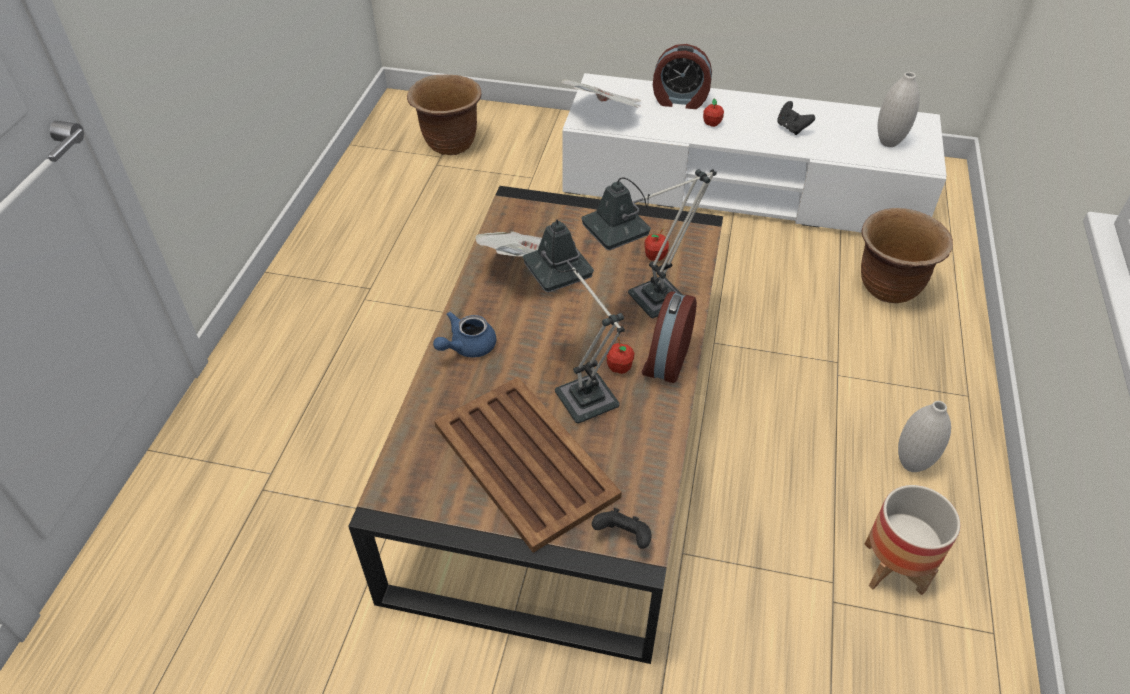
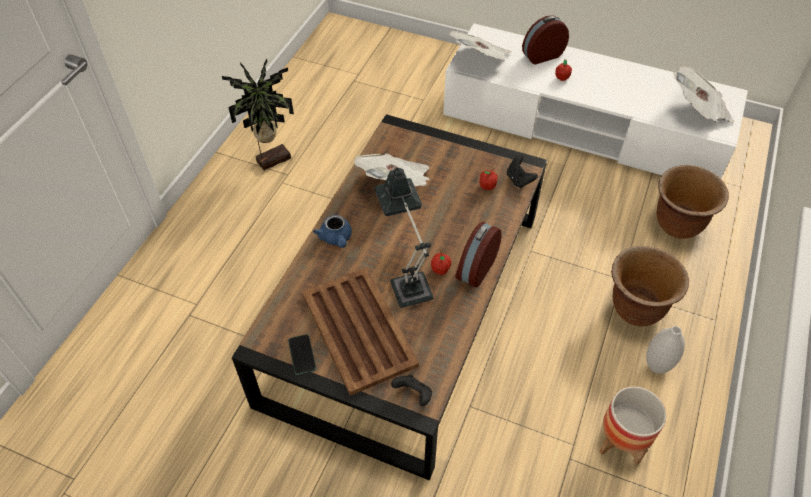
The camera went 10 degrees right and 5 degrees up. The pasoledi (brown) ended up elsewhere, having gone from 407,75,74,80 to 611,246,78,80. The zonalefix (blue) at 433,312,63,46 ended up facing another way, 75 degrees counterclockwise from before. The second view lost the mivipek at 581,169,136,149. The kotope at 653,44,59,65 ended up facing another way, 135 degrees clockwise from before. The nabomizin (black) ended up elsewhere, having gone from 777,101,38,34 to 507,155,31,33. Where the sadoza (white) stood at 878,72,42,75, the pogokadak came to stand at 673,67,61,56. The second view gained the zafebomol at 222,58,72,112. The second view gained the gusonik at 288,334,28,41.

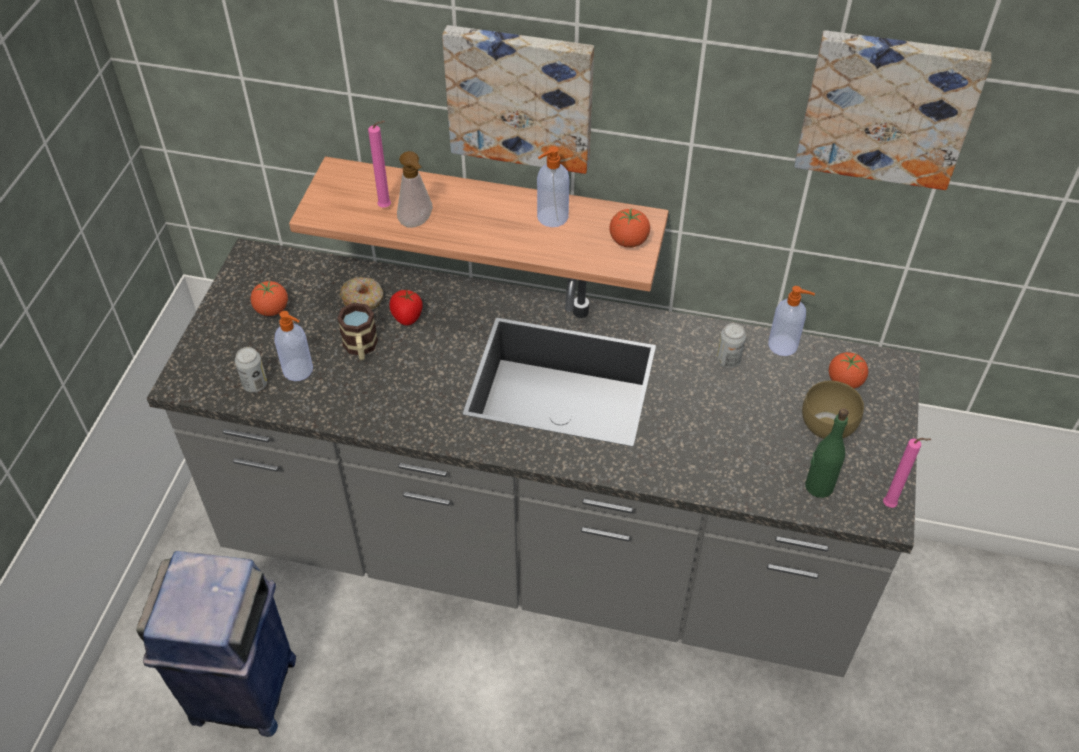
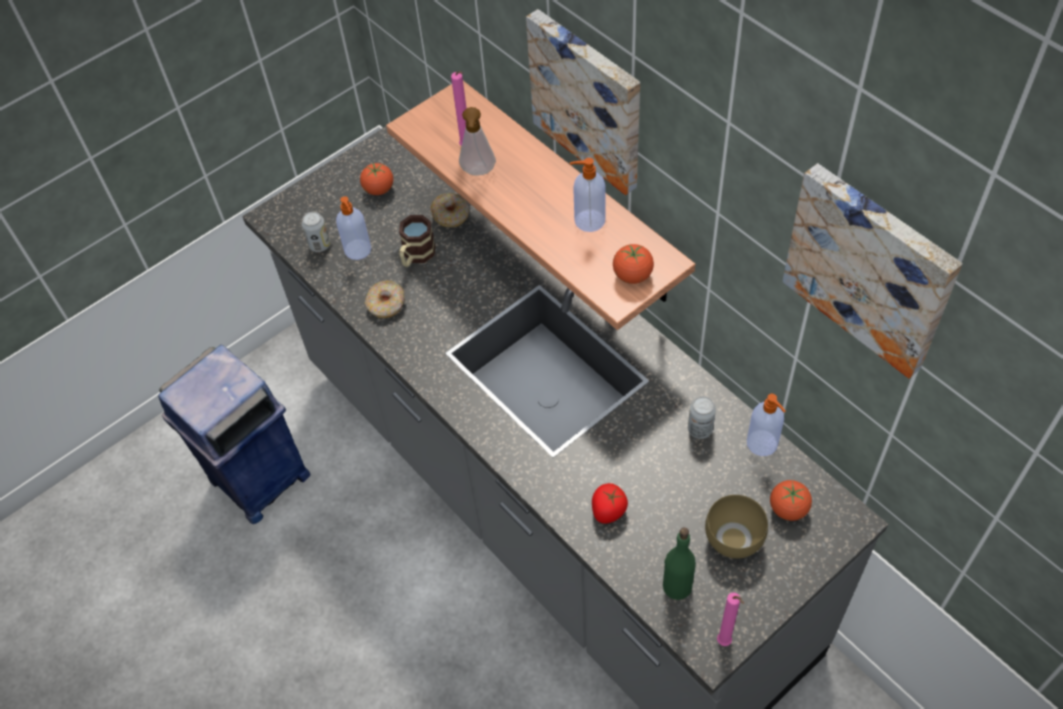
The camera went 40 degrees right and 5 degrees up. The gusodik ended up elsewhere, having gone from 389,289,34,37 to 592,483,36,41. The second view gained the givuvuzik at 365,280,40,38.

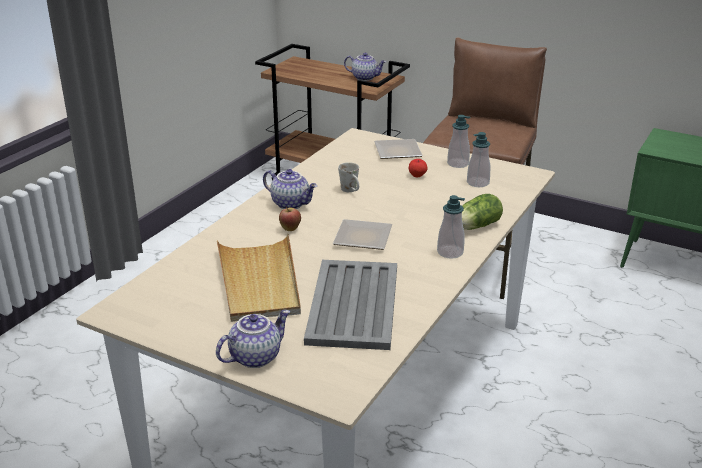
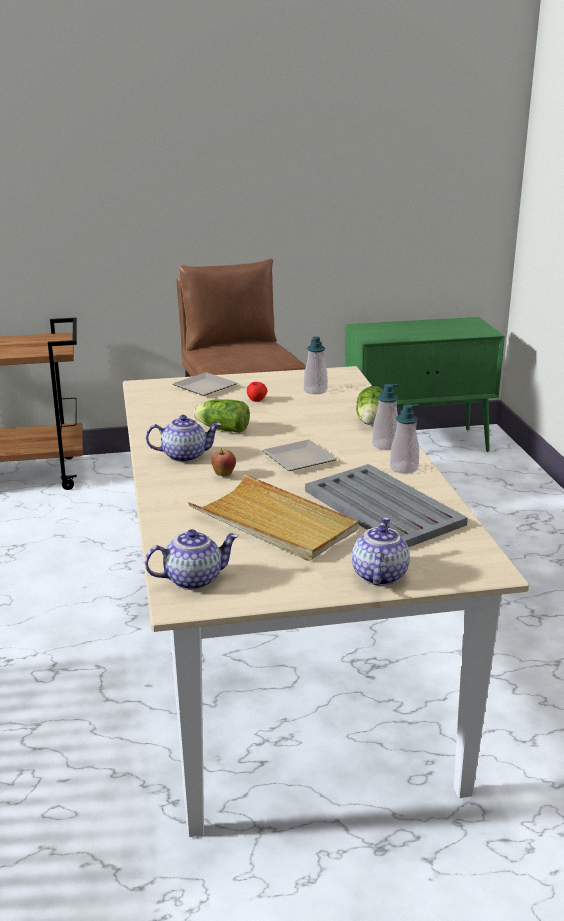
The camera went 40 degrees left and 5 degrees down. Where the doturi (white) stood at 338,162,21,30, the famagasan came to stand at 193,399,57,34. The zonalefix ended up elsewhere, having gone from 344,53,42,28 to 145,529,94,61. The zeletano ended up elsewhere, having gone from 447,115,23,53 to 390,404,29,70.

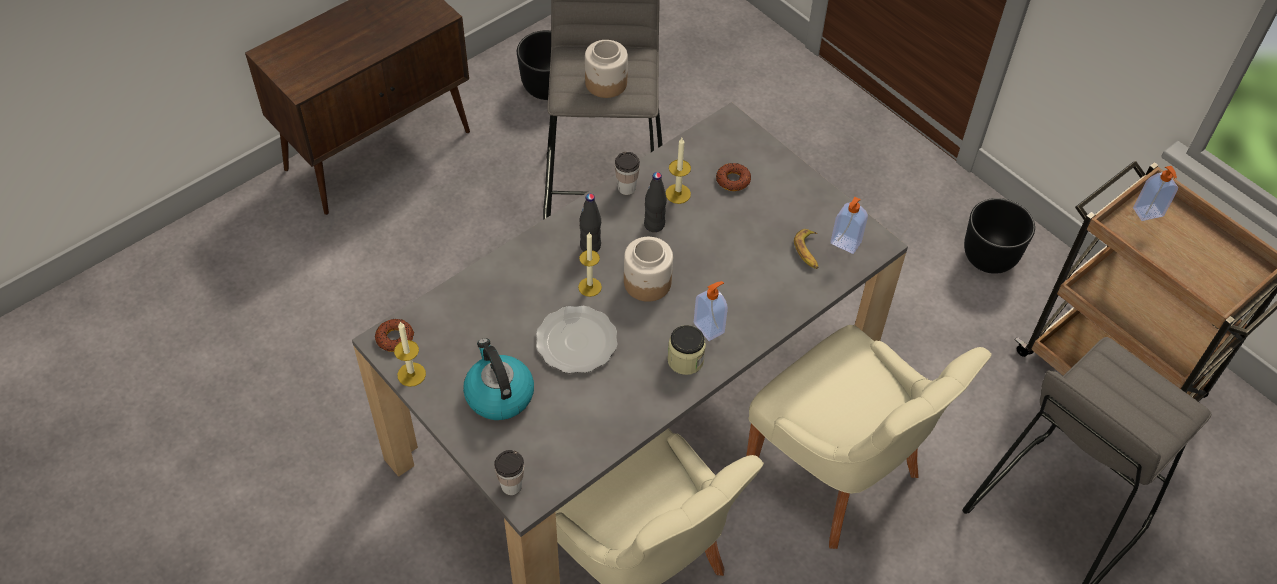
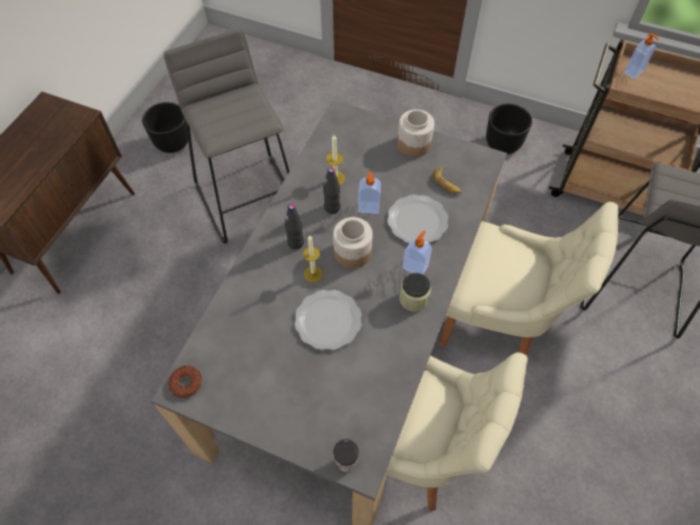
The camera went 25 degrees left and 5 degrees up. The second view lost the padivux at 394,321,32,66. The second view lost the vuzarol at 463,338,71,82. The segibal ended up elsewhere, having gone from 585,40,43,58 to 397,109,37,48. The second view lost the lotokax at 615,152,25,43. The second view lost the givuvuzik at 716,163,35,28. The zeletano ended up elsewhere, having gone from 831,197,37,57 to 358,172,23,42. The second view gained the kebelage at 387,195,61,48.

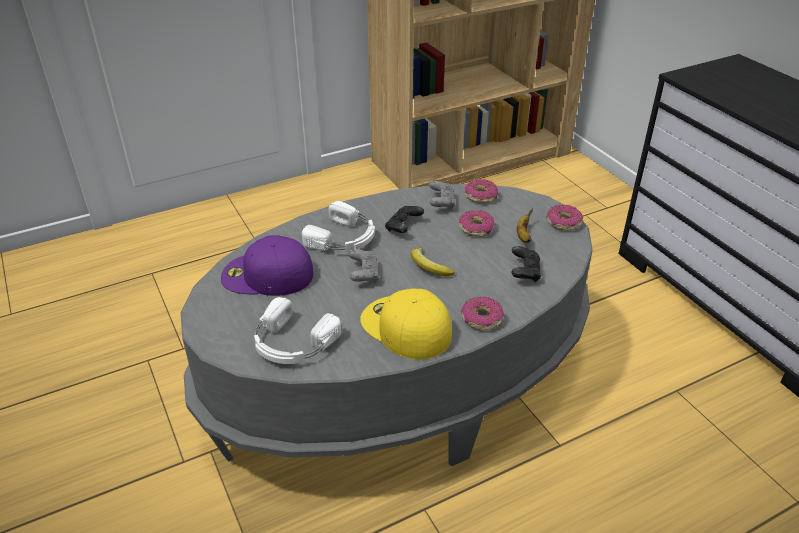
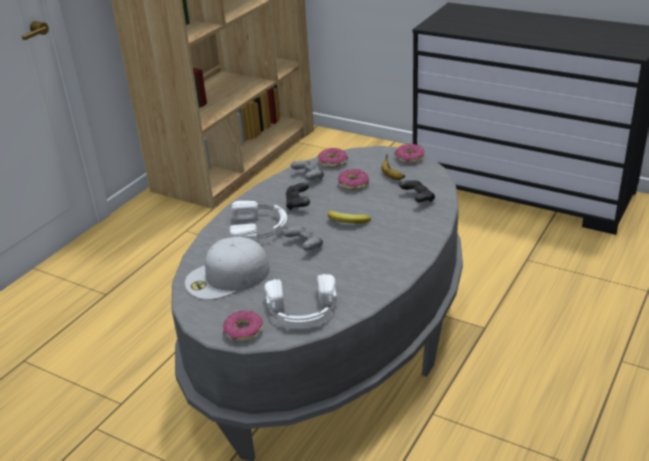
The camera went 30 degrees left and 5 degrees down. What was the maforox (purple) at 221,235,92,61 turned into the maforox (white) at 185,237,85,63. The second view lost the maforox (yellow) at 360,289,92,71. The givuvuzik ended up elsewhere, having gone from 461,297,43,33 to 223,311,40,31.

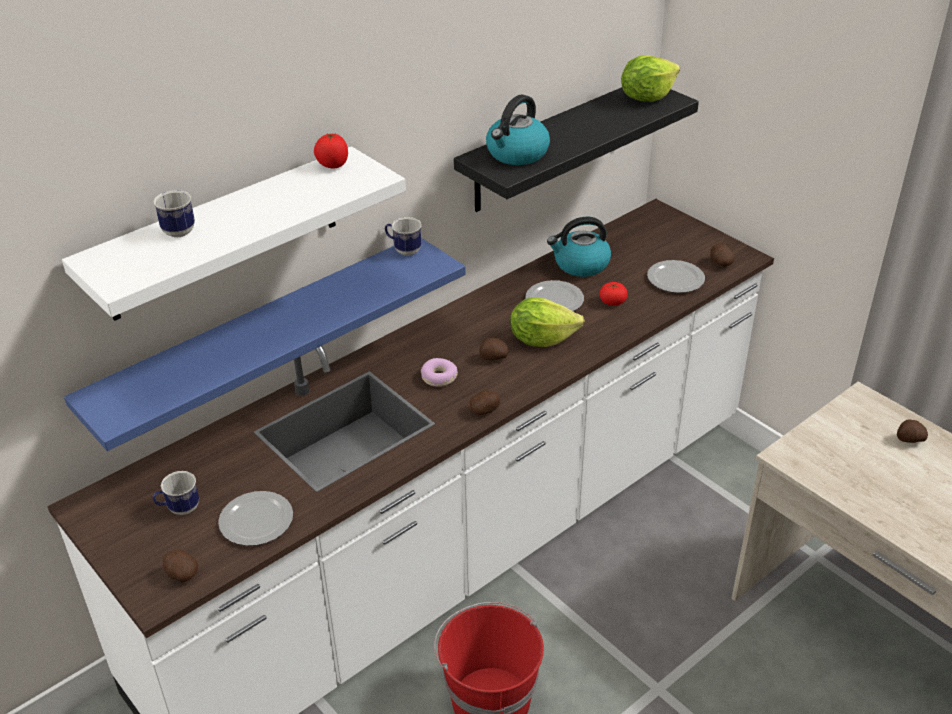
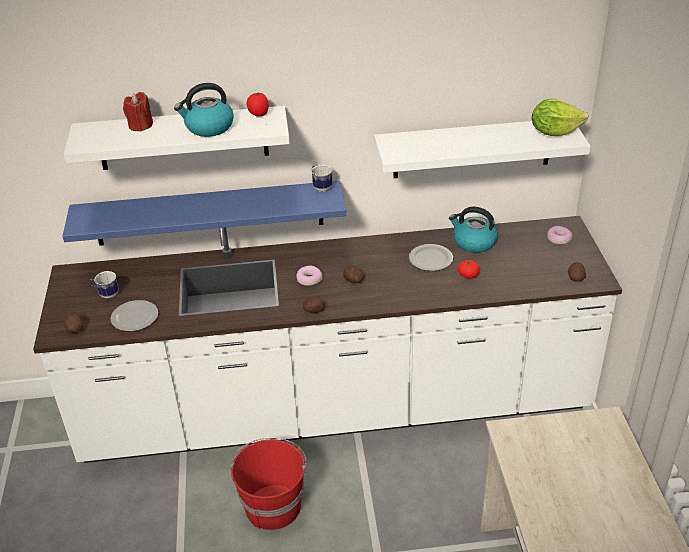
The camera went 35 degrees right and 0 degrees up. Where the doturi stood at 153,190,42,47, the padivux (red) came to stand at 123,92,30,40. What was the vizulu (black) at 454,87,245,125 turned into the vizulu (white) at 374,121,217,57. The vuzarol ended up elsewhere, having gone from 486,94,64,71 to 174,83,60,54. The second view lost the famagasan at 510,297,75,50. The second view lost the kebelage at 647,260,58,33. The second view lost the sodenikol at 897,419,31,24. The second view gained the givuvuzik at 547,226,26,19.

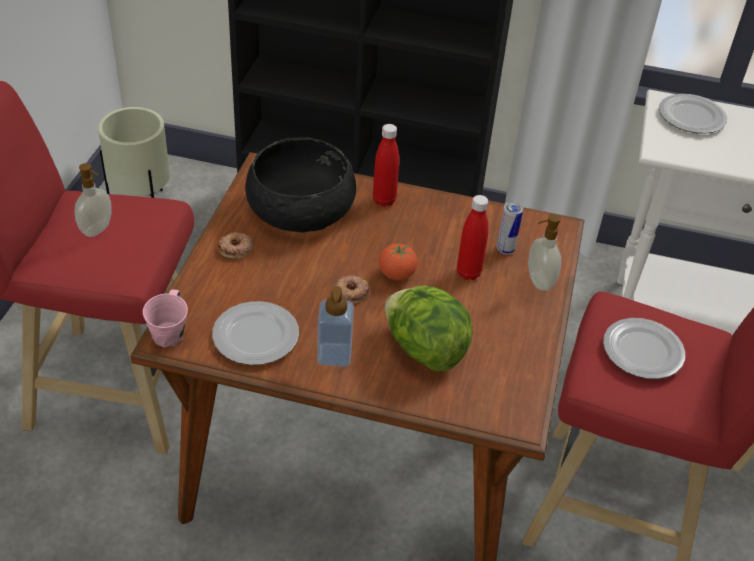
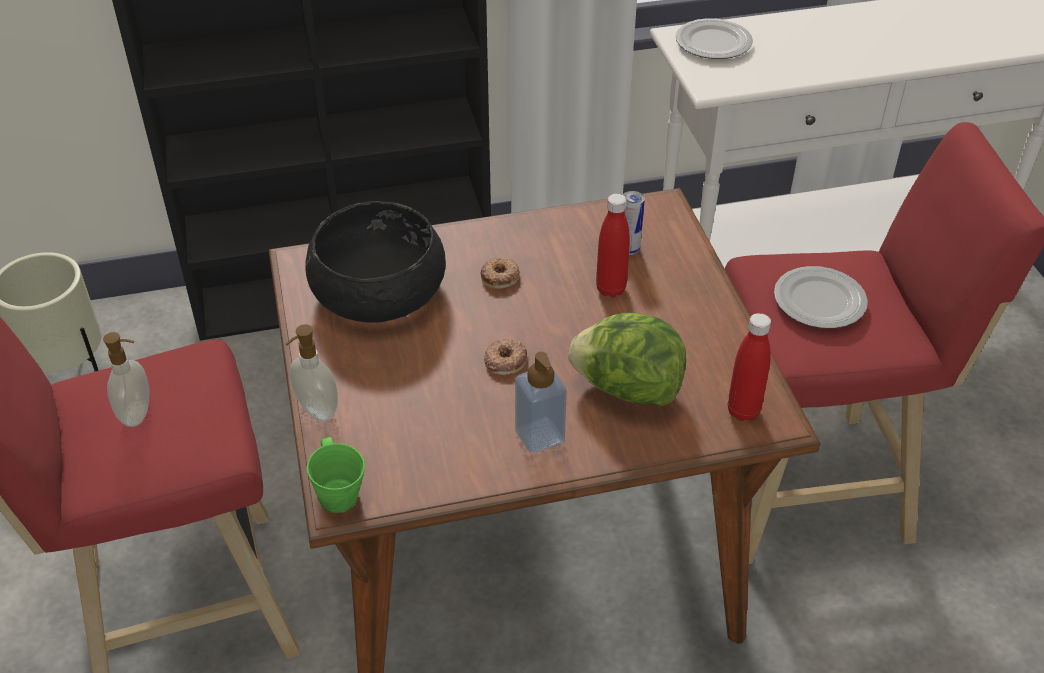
The camera went 25 degrees left and 0 degrees up. What was the doturi (pink) at 143,290,45,57 turned into the doturi (green) at 307,437,58,76. The second view lost the kebelage at 212,301,87,64. The givuvuzik ended up elsewhere, having gone from 218,232,35,26 to 481,257,39,32. The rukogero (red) ended up elsewhere, having gone from 373,124,26,83 to 728,313,43,108. The second view lost the gusodik at 379,242,39,38. The zeletano ended up elsewhere, having gone from 528,214,33,77 to 286,324,52,97.

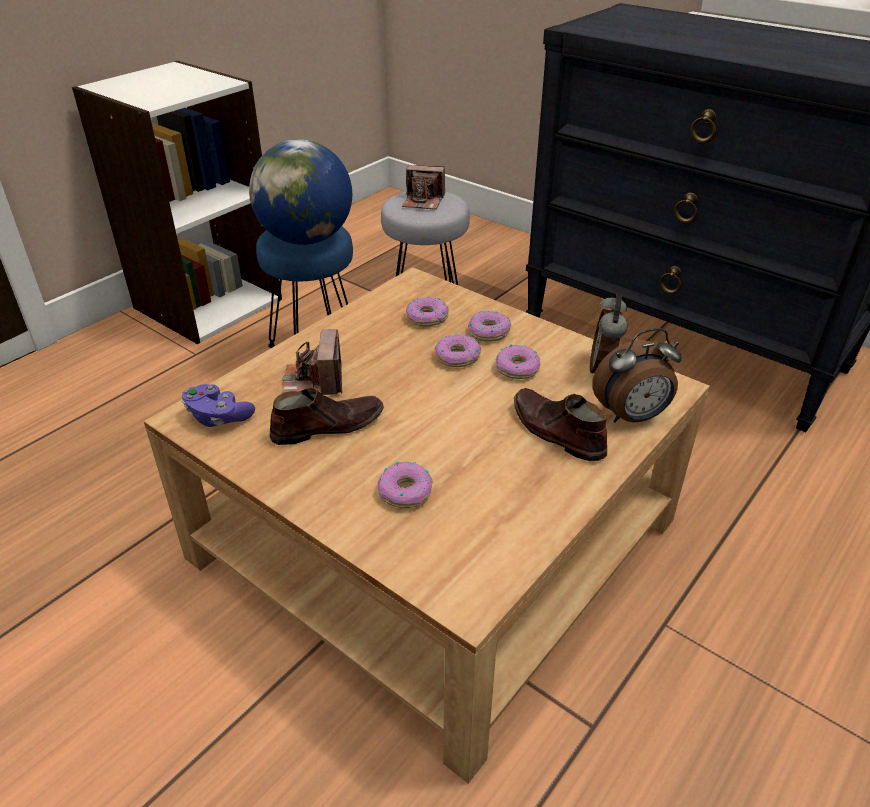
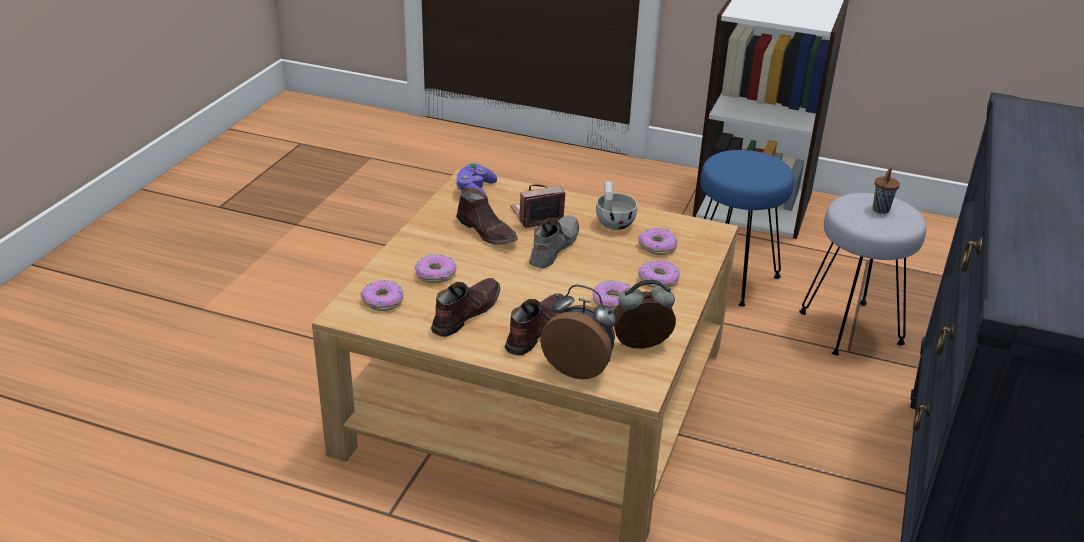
The camera went 70 degrees right and 5 degrees down. The second view lost the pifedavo at 249,139,103,106. Where the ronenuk stood at 402,165,43,45, the lotokax (brown) came to stand at 873,167,27,47. The givuvuzik ended up elsewhere, having gone from 435,334,46,33 to 360,280,44,31. The kotope at 592,328,90,95 ended up facing another way, 150 degrees clockwise from before. The second view gained the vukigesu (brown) at 431,278,69,59. The second view gained the vukigesu (grey) at 529,215,50,53. The second view gained the lotokax (white) at 596,181,41,49.

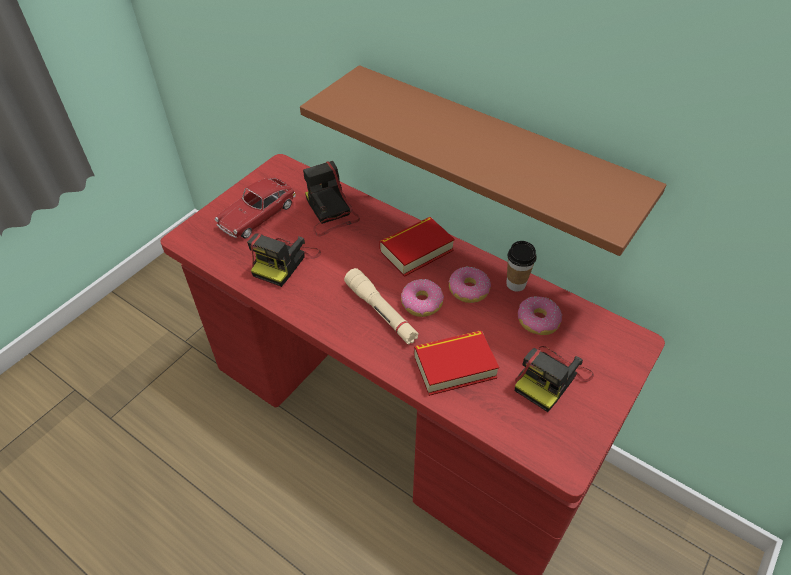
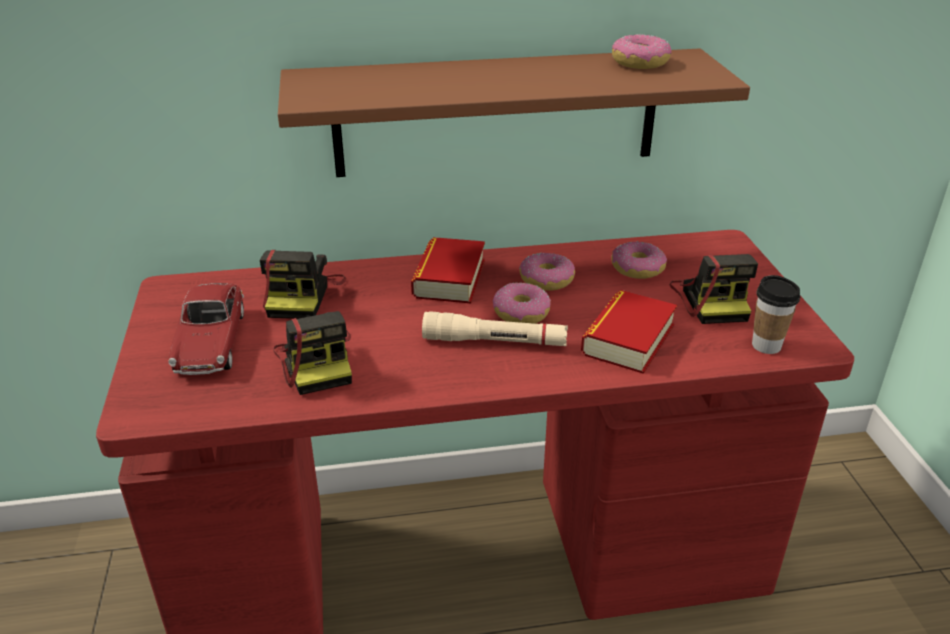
The camera went 45 degrees left and 15 degrees down. The ronenuk at 303,161,57,75 ended up facing another way, 105 degrees counterclockwise from before. The lotokax ended up elsewhere, having gone from 506,241,30,51 to 752,275,48,79. The second view gained the givuvuzik at 612,34,60,35.

